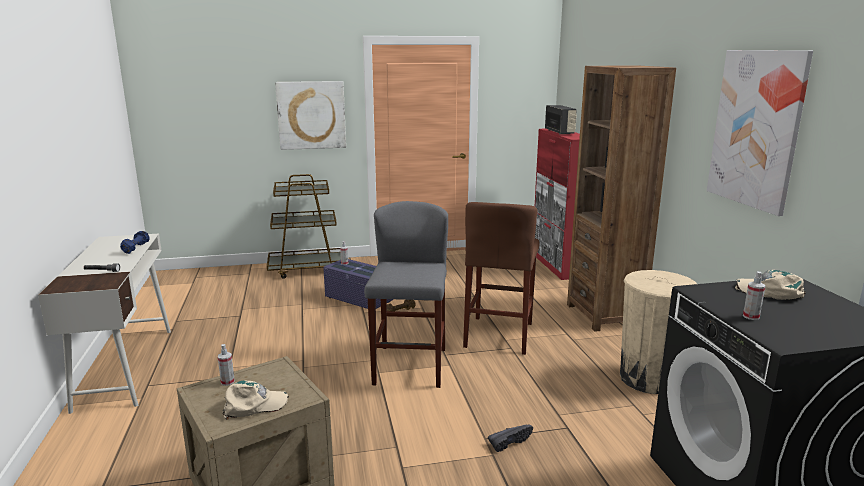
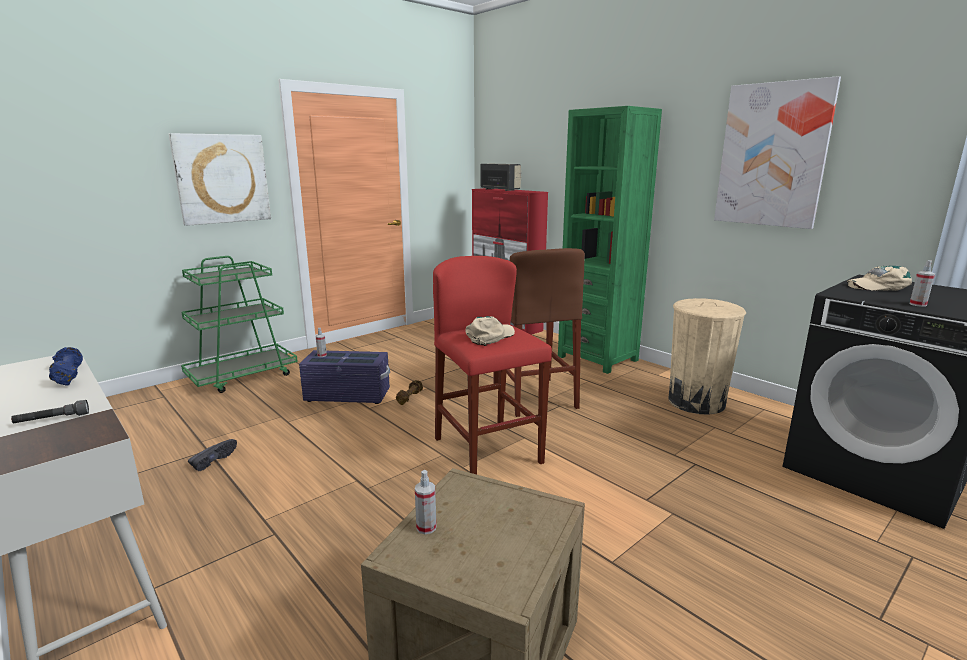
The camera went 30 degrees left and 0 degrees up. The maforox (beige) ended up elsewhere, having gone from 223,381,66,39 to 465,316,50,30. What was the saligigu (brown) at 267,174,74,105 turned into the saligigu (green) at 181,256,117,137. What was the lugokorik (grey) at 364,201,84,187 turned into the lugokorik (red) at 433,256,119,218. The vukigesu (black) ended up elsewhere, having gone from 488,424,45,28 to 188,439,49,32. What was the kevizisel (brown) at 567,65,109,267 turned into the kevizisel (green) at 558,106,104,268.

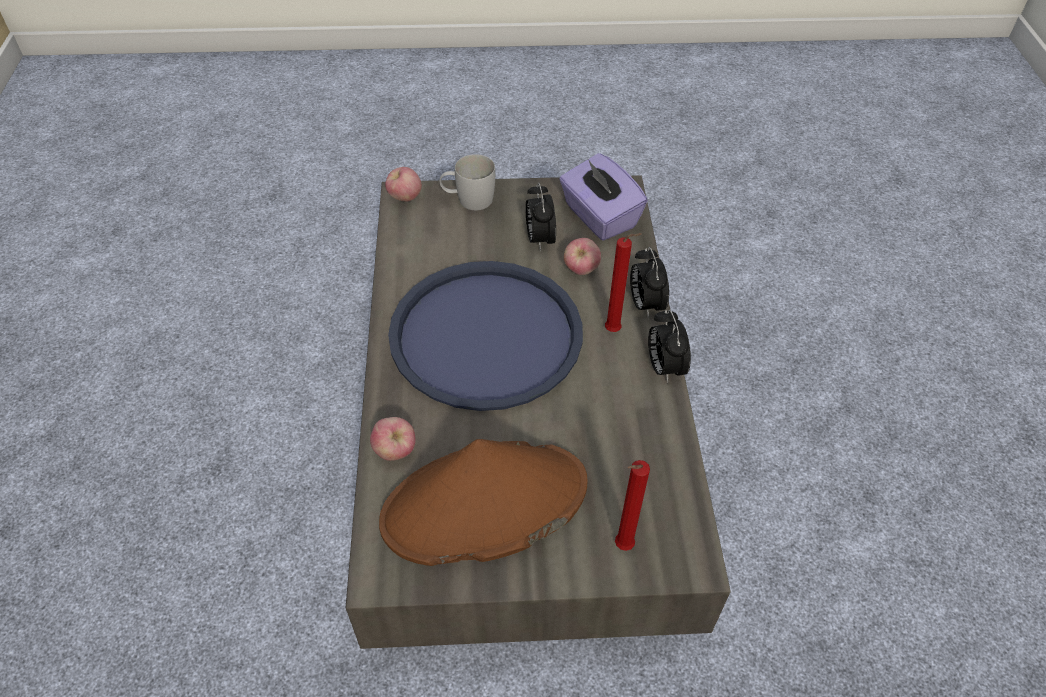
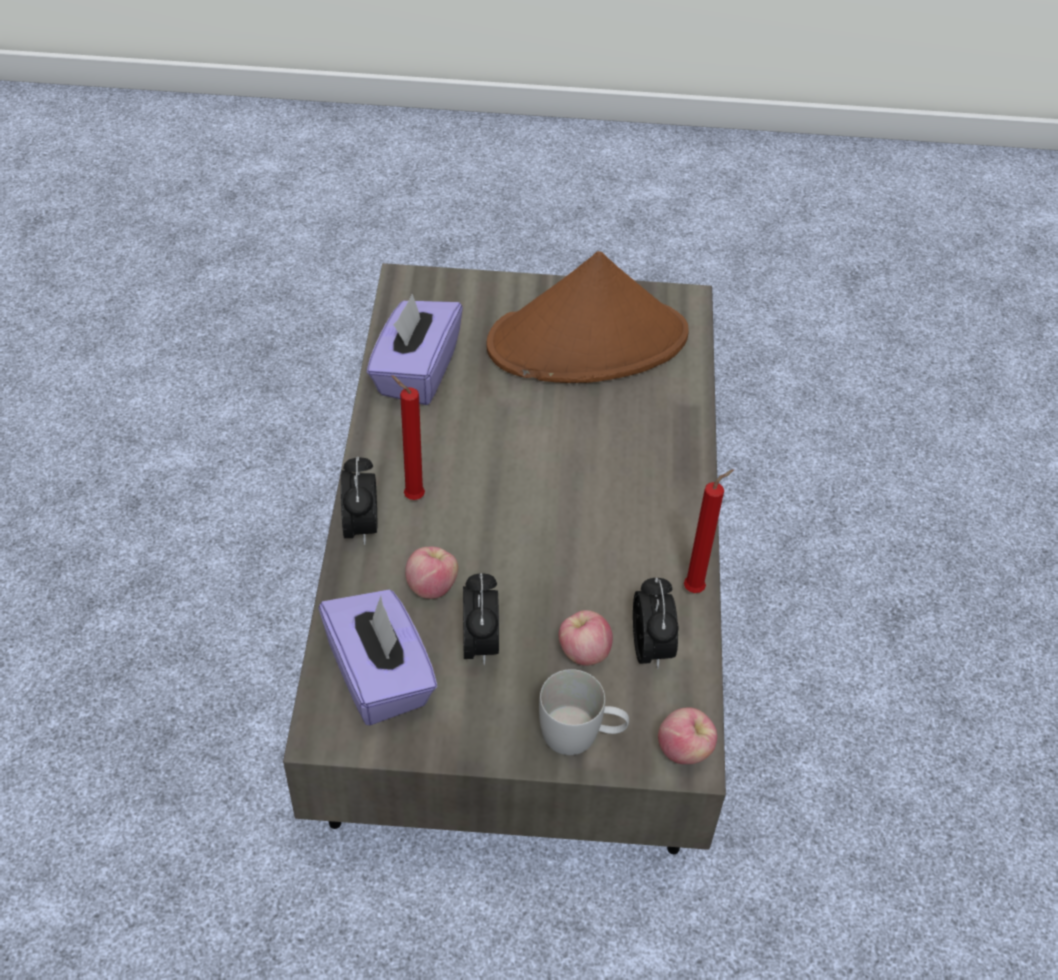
The camera went 175 degrees left and 0 degrees up. The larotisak ended up elsewhere, having gone from 370,417,46,44 to 559,610,54,56. The second view lost the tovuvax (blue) at 388,261,195,150. The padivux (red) ended up elsewhere, having gone from 615,460,35,91 to 684,469,50,124. The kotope ended up elsewhere, having gone from 648,310,43,73 to 633,578,46,91. The second view gained the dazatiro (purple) at 367,294,96,111.

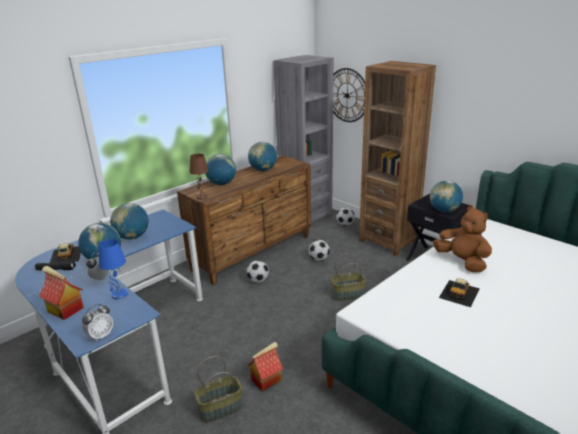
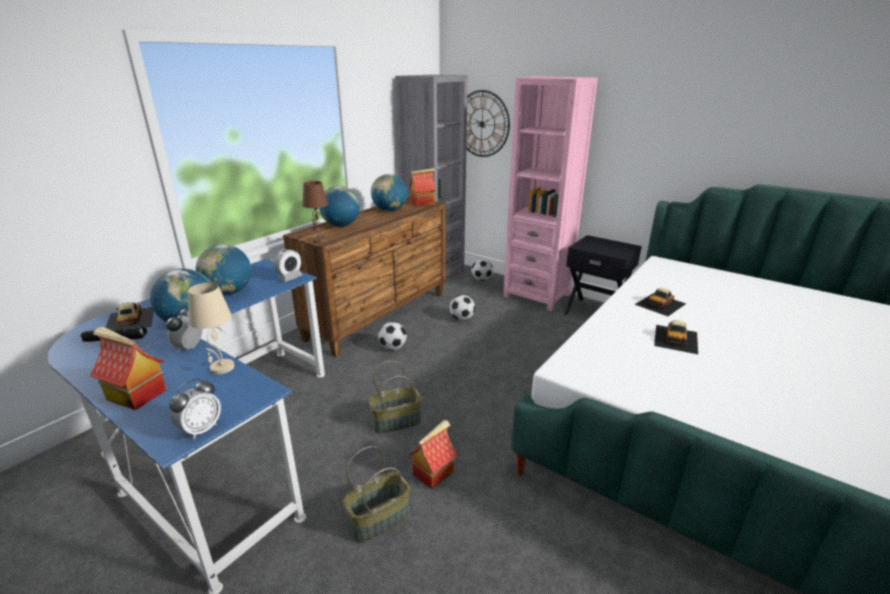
The camera went 10 degrees left and 0 degrees up. What was the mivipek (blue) at 99,239,29,60 turned into the mivipek (beige) at 188,283,47,91. The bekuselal ended up elsewhere, having gone from 331,254,35,47 to 368,361,54,73. What was the kevizisel (brown) at 359,61,77,195 turned into the kevizisel (pink) at 503,76,95,235. The second view lost the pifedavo at 430,181,33,31. Where the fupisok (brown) stood at 433,205,59,67, the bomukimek came to stand at 635,288,51,28. The second view gained the kotope at 274,249,28,33. The second view gained the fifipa at 409,168,27,39.

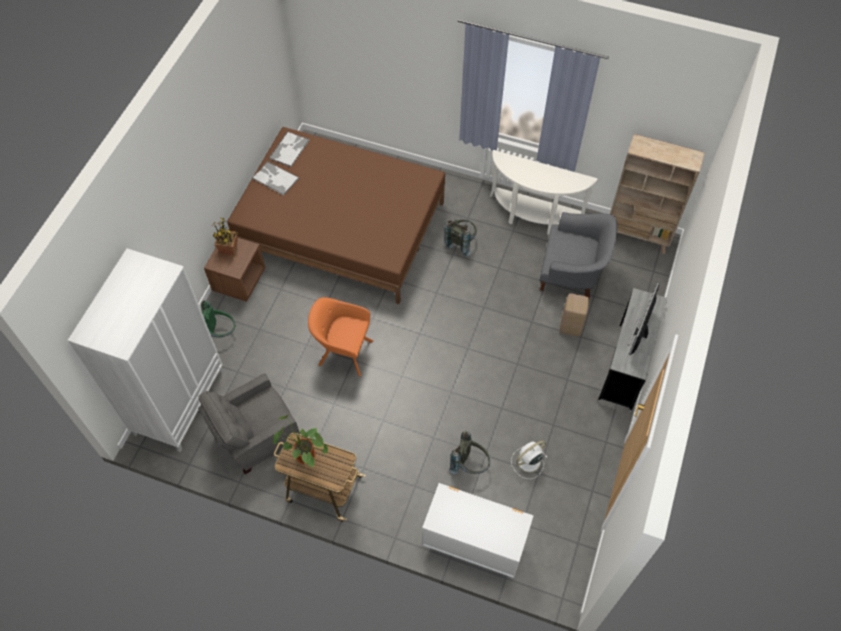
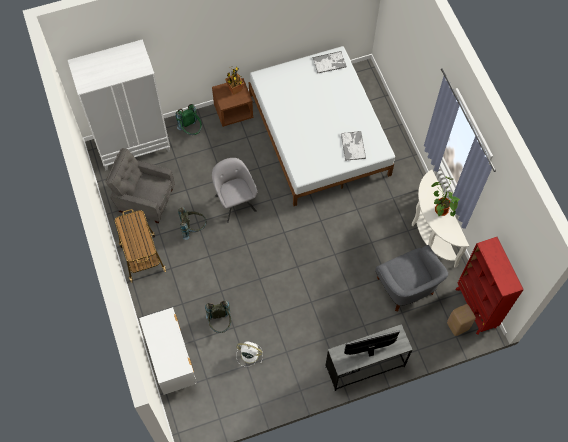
The camera went 50 degrees right and 5 degrees up. What was the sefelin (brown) at 227,127,218,177 turned into the sefelin (white) at 249,46,146,160. The tovuvax ended up elsewhere, having gone from 252,162,47,34 to 341,131,25,30. The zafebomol ended up elsewhere, having gone from 273,413,55,55 to 432,176,28,40. What was the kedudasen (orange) at 308,297,66,80 turned into the kedudasen (grey) at 212,158,45,65. The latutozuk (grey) ended up elsewhere, having gone from 444,220,33,37 to 178,207,28,33. The lugokorik (beige) ended up elsewhere, having gone from 560,293,30,43 to 447,304,29,32. What was the kevizisel (beige) at 610,134,95,120 turned into the kevizisel (red) at 456,237,68,98.

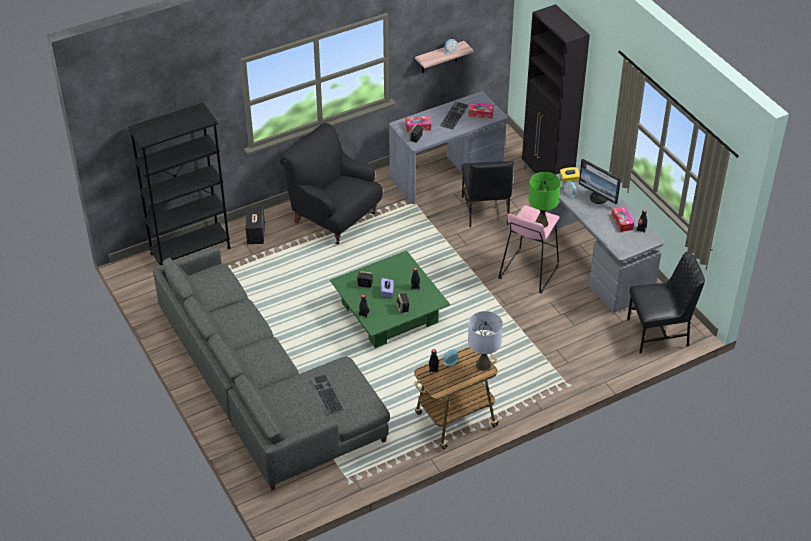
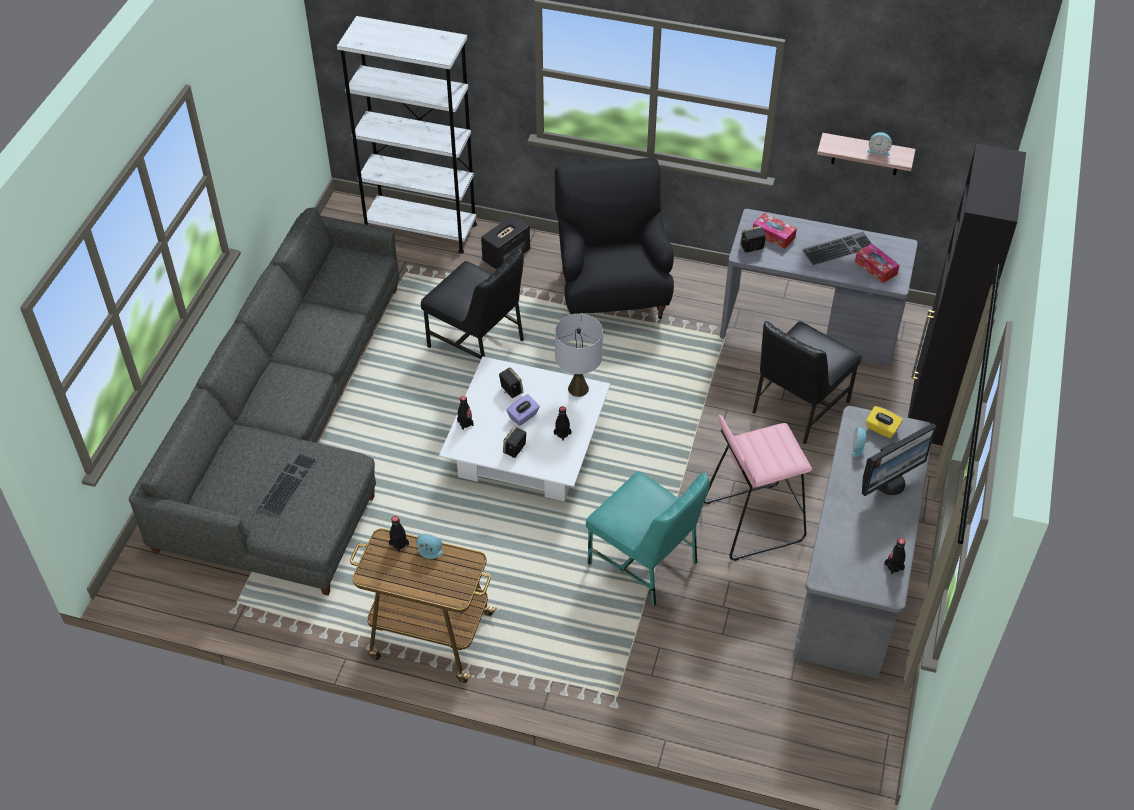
The camera went 45 degrees right and 5 degrees up. What was the kevizisel (black) at 128,103,103,162 turned into the kevizisel (white) at 337,16,140,238. What was the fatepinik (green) at 330,251,120,97 turned into the fatepinik (white) at 439,356,171,145. The mivipek (grey) ended up elsewhere, having gone from 468,311,35,60 to 555,314,48,83. The second view lost the mivipek (green) at 528,172,33,56. The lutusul at 579,159,42,45 ended up facing another way, 120 degrees counterclockwise from before. The second view lost the dazatiro at 611,206,23,26. The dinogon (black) ended up elsewhere, having gone from 627,252,78,101 to 421,247,103,112. The second view gained the dinogon (turquoise) at 586,471,124,135.

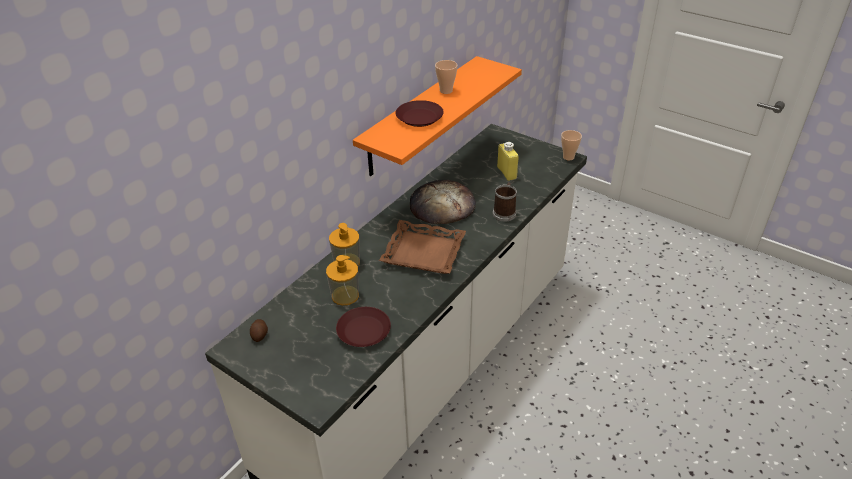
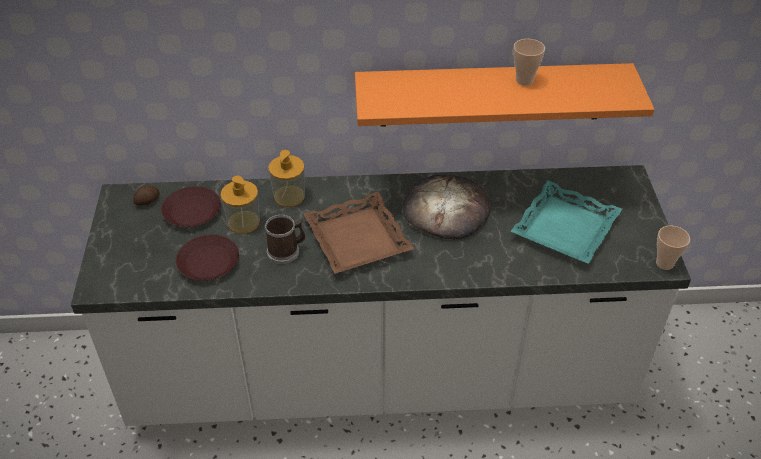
The camera went 50 degrees right and 5 degrees up. The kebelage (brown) ended up elsewhere, having gone from 396,100,48,27 to 161,186,60,41. The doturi ended up elsewhere, having gone from 493,182,24,40 to 265,215,40,49. Where the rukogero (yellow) stood at 497,142,22,39, the tovuvax (turquoise) came to stand at 511,180,111,84.

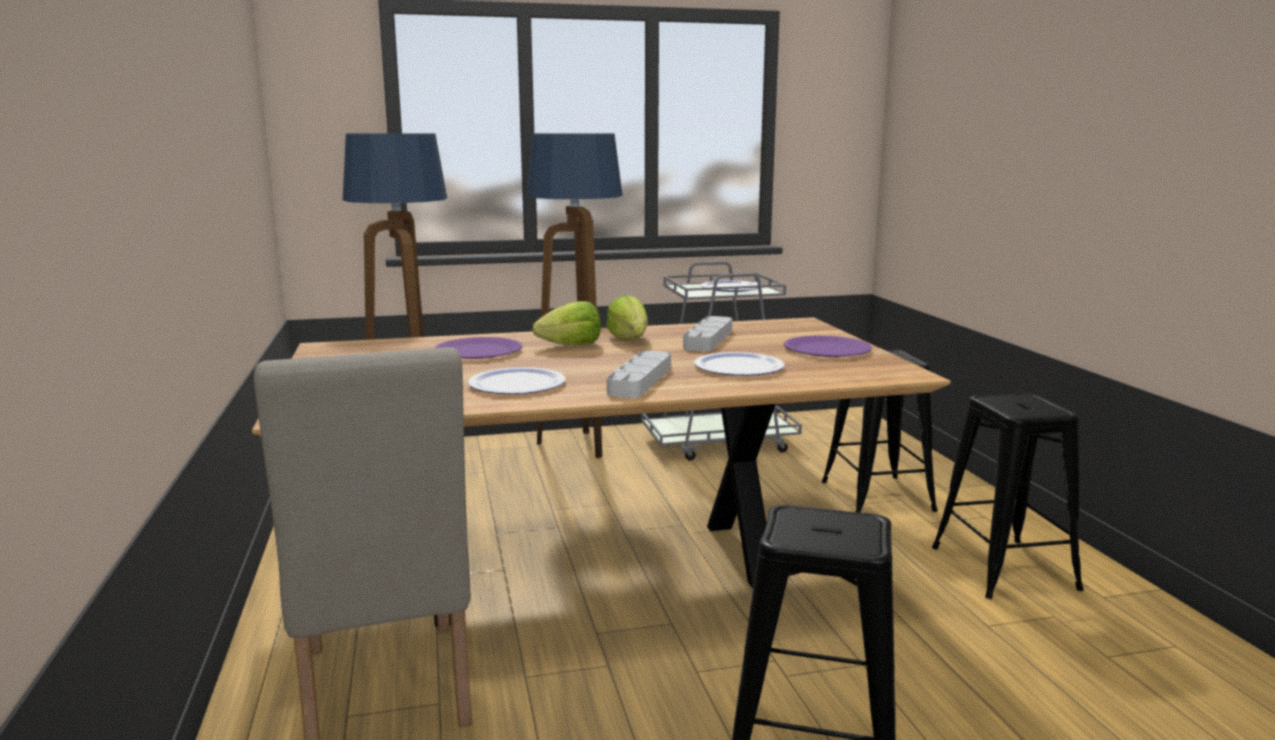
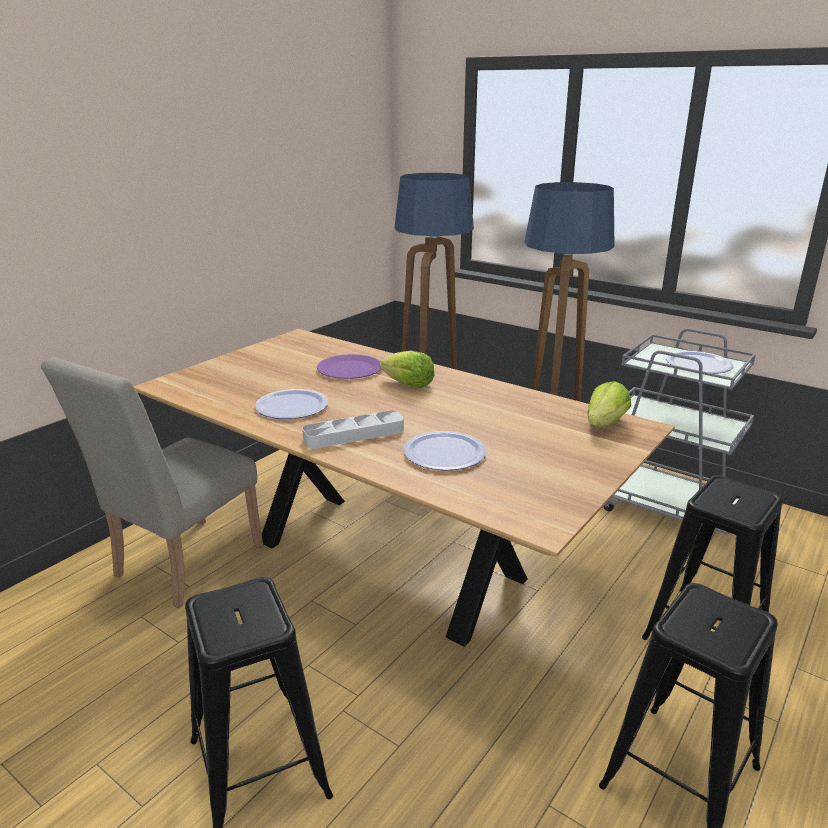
The camera went 50 degrees right and 10 degrees up. The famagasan ended up elsewhere, having gone from 606,295,42,45 to 587,381,44,46. The second view lost the tovuvax (grey) at 683,316,49,35. The second view lost the kebelage (purple) at 784,335,88,22.

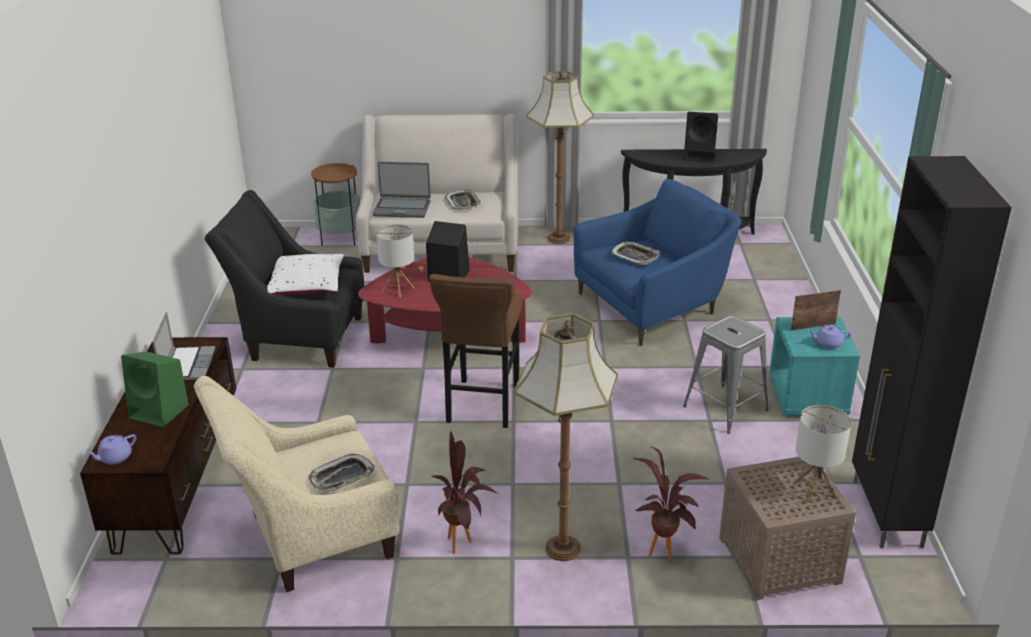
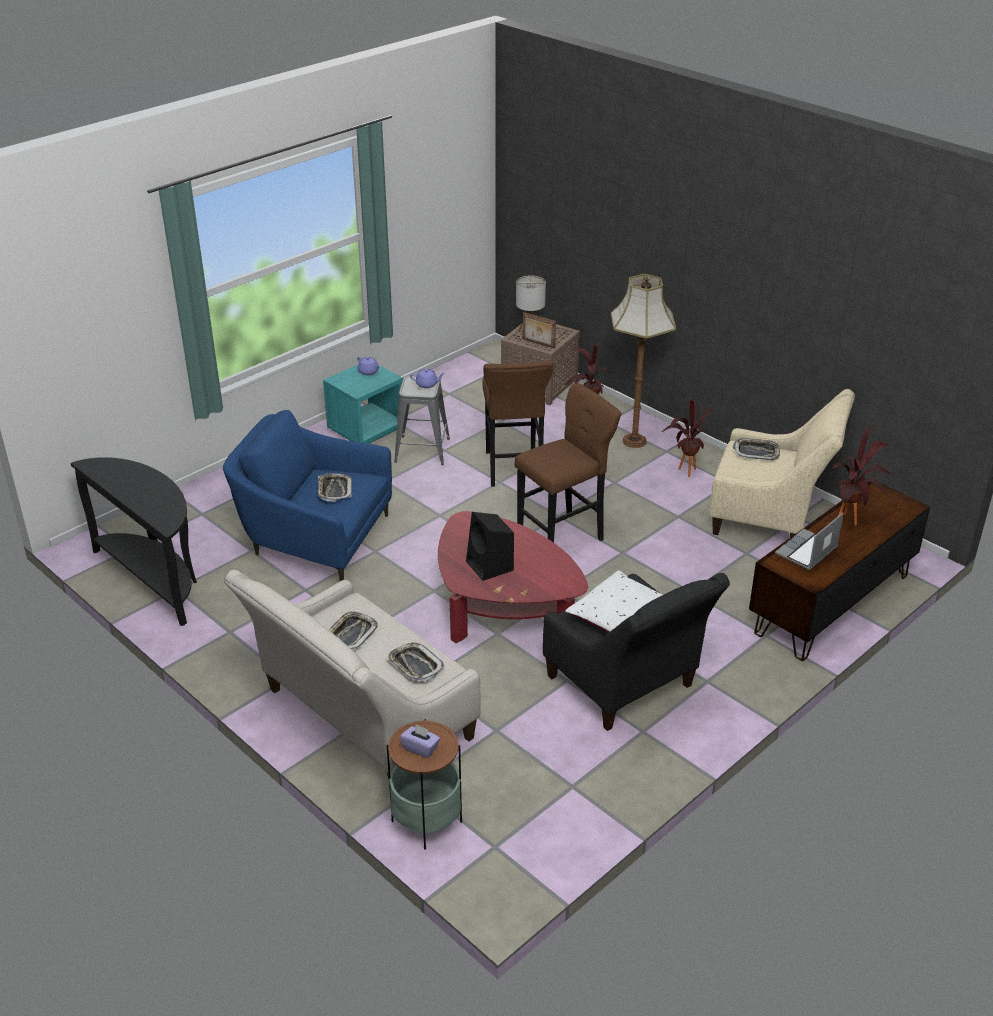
The camera went 135 degrees left and 5 degrees up. The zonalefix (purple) ended up elsewhere, having gone from 85,434,52,31 to 410,369,35,19. Where the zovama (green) stood at 121,351,68,77, the zafebomol came to stand at 832,426,61,99. Where the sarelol stood at 373,162,58,56, the tovuvax came to stand at 387,642,58,39. The second view lost the mivipek at 376,224,39,74. The second view lost the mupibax at 526,71,68,173. The second view lost the zovama (black) at 684,112,34,50. The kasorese ended up elsewhere, having gone from 791,290,50,41 to 523,312,33,37. The second view lost the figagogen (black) at 852,156,160,392. The second view gained the dazatiro (purple) at 400,724,40,34. The second view gained the lugokorik (brown) at 482,360,71,127.

